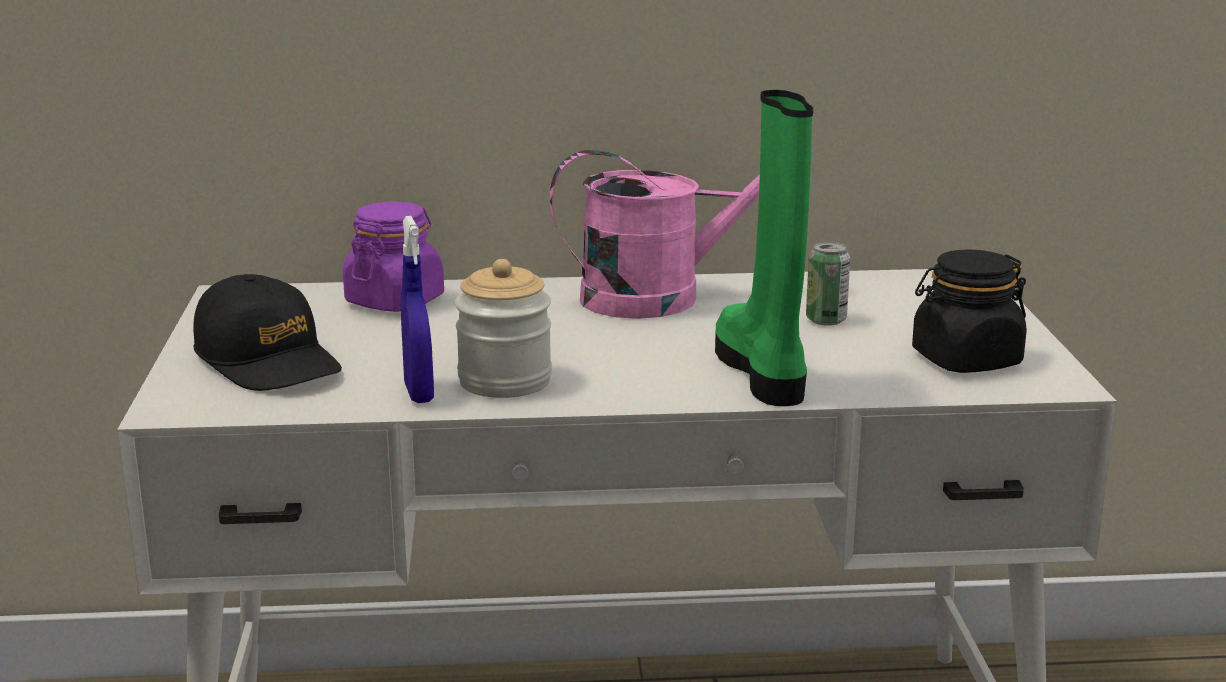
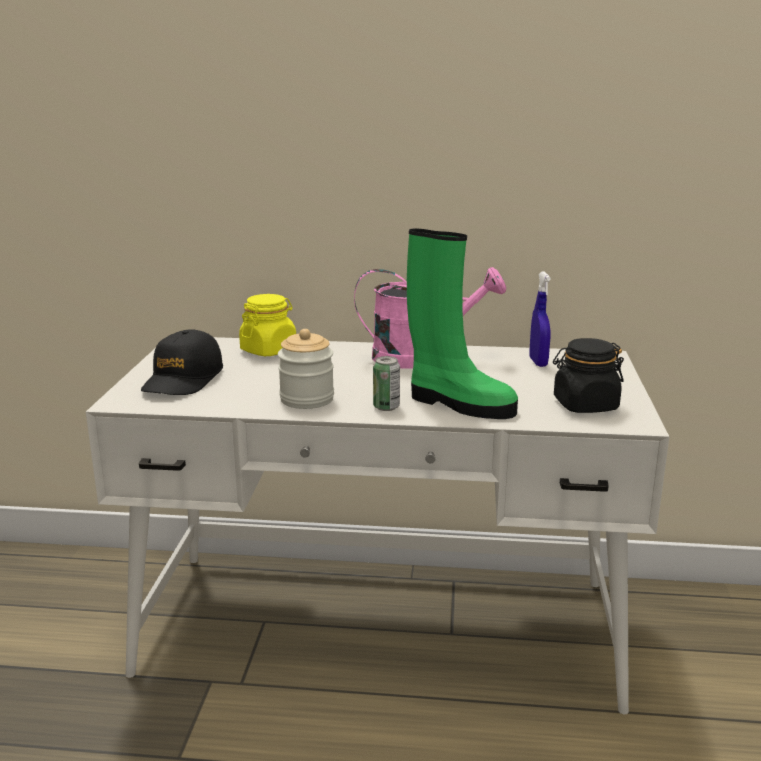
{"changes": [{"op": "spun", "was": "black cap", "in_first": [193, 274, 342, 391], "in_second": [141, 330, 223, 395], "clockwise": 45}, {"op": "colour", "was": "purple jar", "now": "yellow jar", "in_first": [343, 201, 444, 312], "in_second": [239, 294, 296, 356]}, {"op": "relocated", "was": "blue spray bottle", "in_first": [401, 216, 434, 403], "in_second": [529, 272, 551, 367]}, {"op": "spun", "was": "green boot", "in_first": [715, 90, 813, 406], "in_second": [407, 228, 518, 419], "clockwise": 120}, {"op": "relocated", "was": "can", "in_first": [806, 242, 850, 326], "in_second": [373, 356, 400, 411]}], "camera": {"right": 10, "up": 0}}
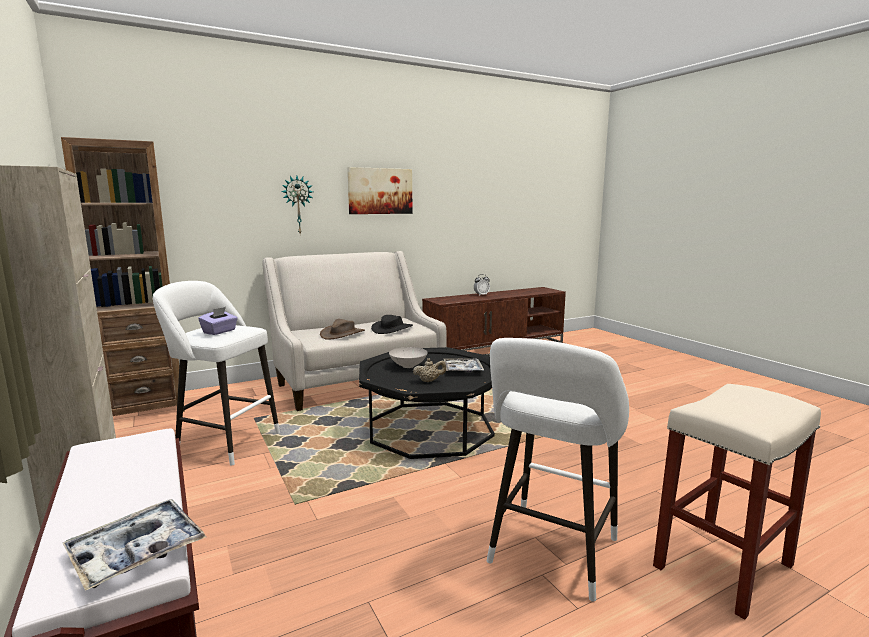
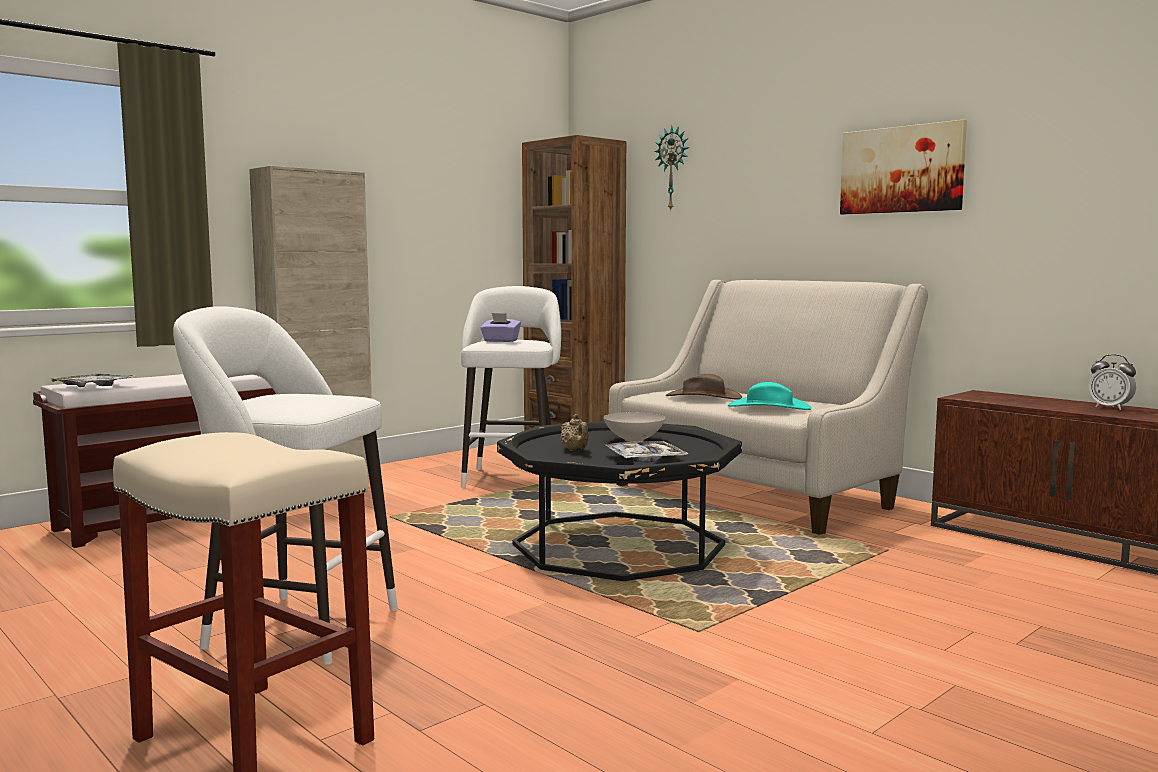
{"changes": [{"op": "relocated", "was": "wall clock", "in_first": [281, 176, 313, 233], "in_second": [654, 126, 689, 212]}, {"op": "colour", "was": "black hat", "now": "turquoise hat", "in_first": [371, 315, 413, 334], "in_second": [728, 382, 811, 410]}], "camera": {"right": 75, "up": -5}}
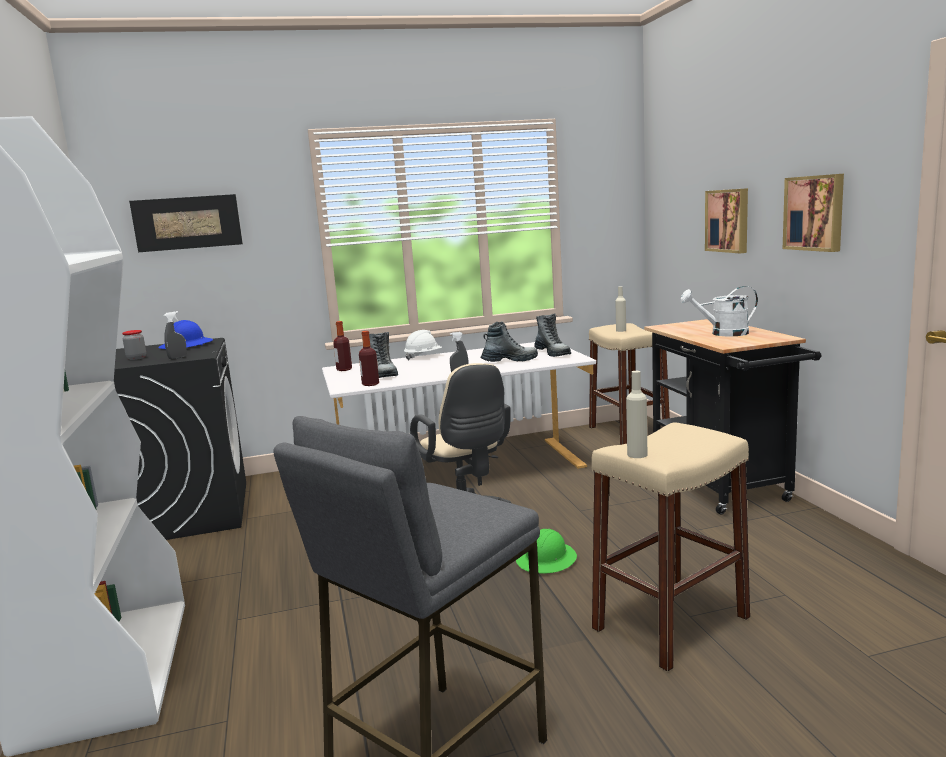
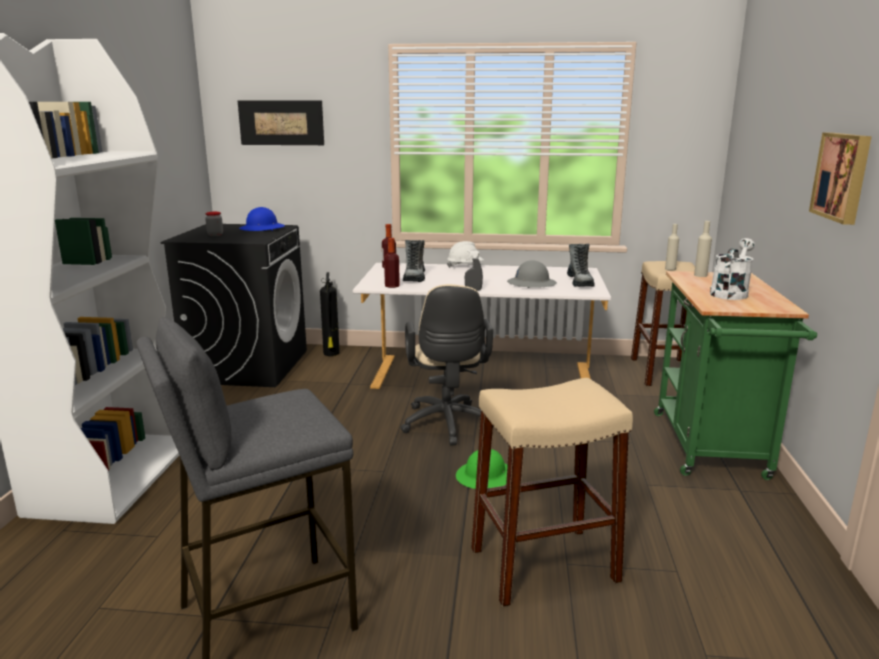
{"changes": [{"op": "missing", "was": "grey spray bottle", "in_first": [164, 311, 187, 360]}, {"op": "exchanged", "was": "boot", "now": "grey hard hat", "in_first": [480, 322, 538, 362], "in_second": [507, 260, 557, 288]}, {"op": "relocated", "was": "beige bottle", "in_first": [626, 371, 647, 458], "in_second": [694, 221, 712, 277]}, {"op": "colour", "was": "black cart", "now": "green cart", "in_first": [644, 319, 822, 514], "in_second": [654, 271, 817, 480]}, {"op": "spun", "was": "white watering can", "in_first": [681, 286, 758, 336], "in_second": [710, 238, 755, 300], "clockwise": 105}, {"op": "missing", "was": "picture", "in_first": [705, 188, 748, 253]}, {"op": "appeared", "now": "fire extinguisher", "in_second": [320, 272, 340, 356]}], "camera": {"right": 20, "up": 5}}
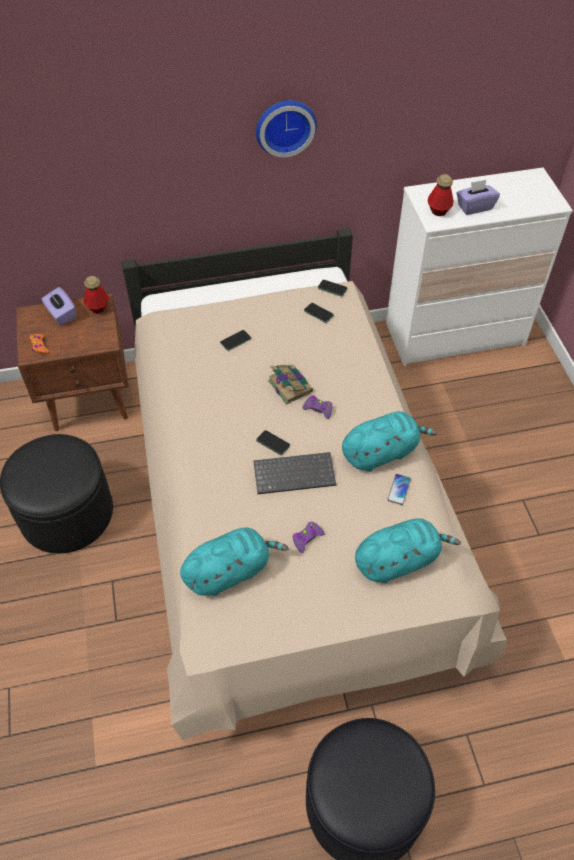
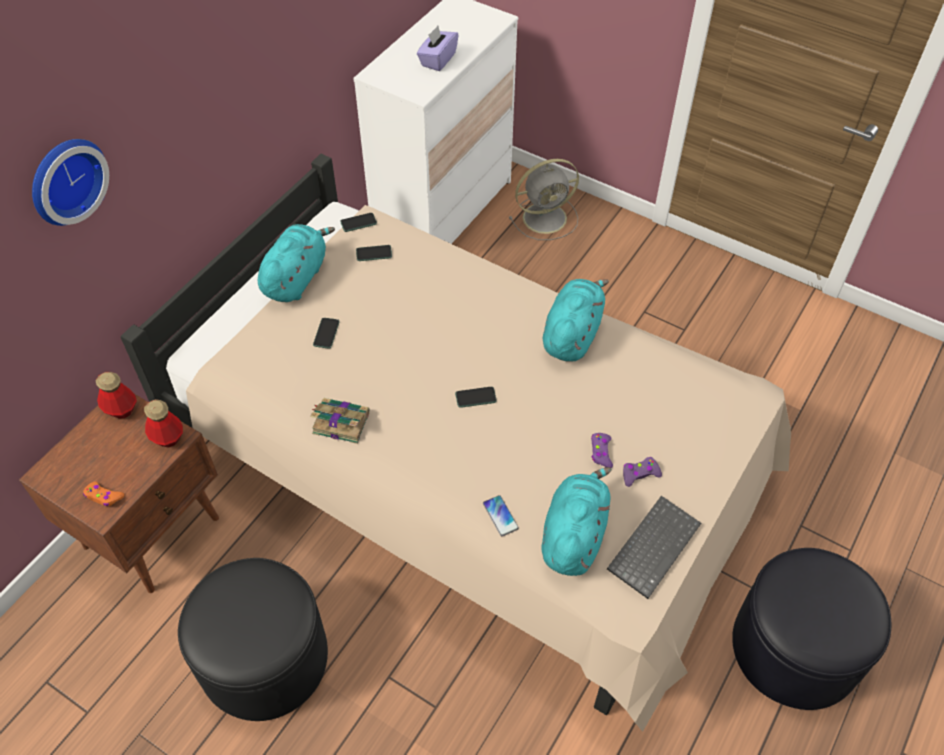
{"changes": [{"op": "missing", "was": "purple tissue box", "in_first": [42, 287, 76, 325]}, {"op": "relocated", "was": "keyboard", "in_first": [253, 452, 336, 494], "in_second": [607, 496, 701, 599]}, {"op": "relocated", "was": "wall clock", "in_first": [256, 100, 317, 157], "in_second": [32, 139, 109, 226]}, {"op": "relocated", "was": "book", "in_first": [268, 364, 313, 405], "in_second": [310, 398, 369, 444]}, {"op": "relocated", "was": "purple game controller", "in_first": [303, 395, 333, 419], "in_second": [623, 457, 662, 487]}, {"op": "relocated", "was": "turquoise plush toy", "in_first": [355, 518, 461, 583], "in_second": [258, 224, 335, 302]}, {"op": "relocated", "was": "phone", "in_first": [387, 474, 411, 505], "in_second": [483, 495, 519, 536]}, {"op": "relocated", "was": "bottle", "in_first": [428, 174, 454, 216], "in_second": [144, 399, 183, 448]}, {"op": "appeared", "now": "grey fan", "in_second": [509, 159, 579, 240]}], "camera": {"right": -45, "up": 0}}
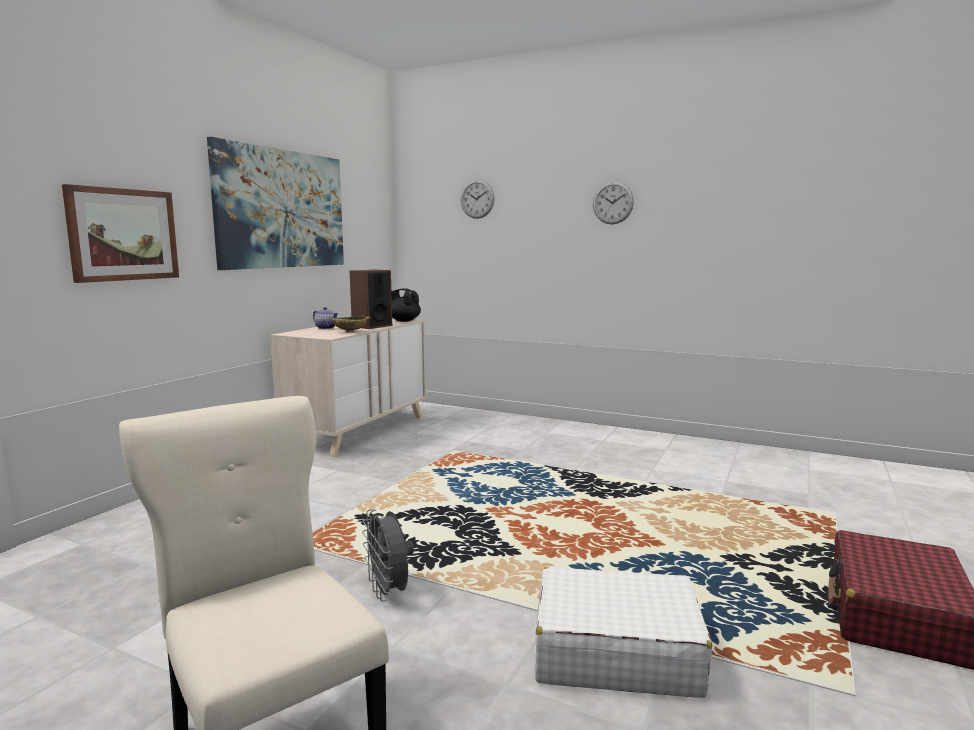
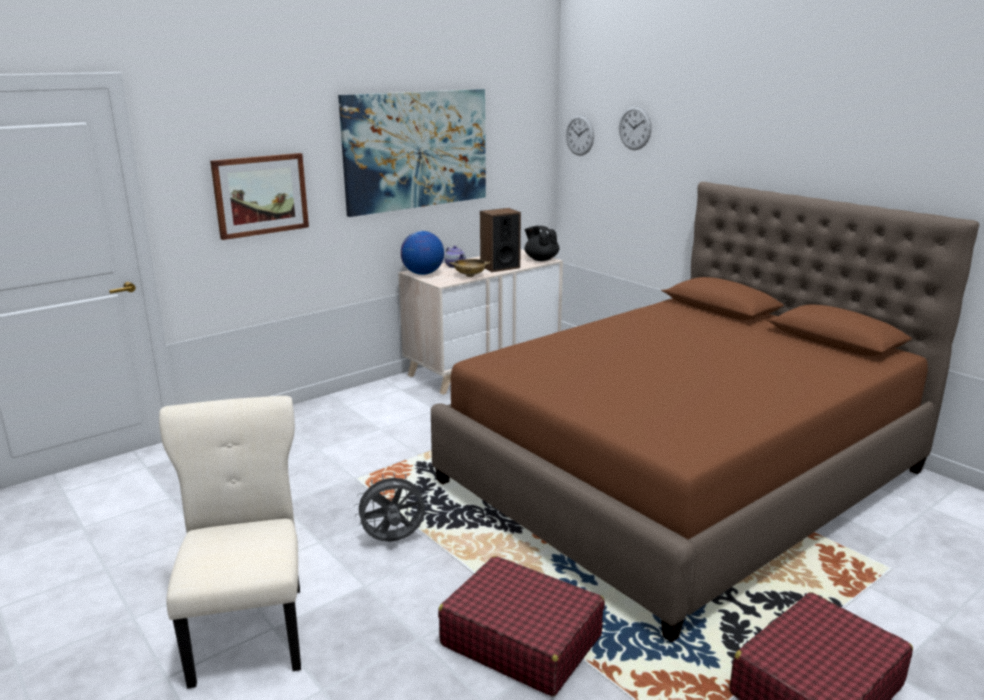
{"changes": [{"op": "spun", "was": "grey fan", "in_first": [362, 509, 414, 602], "in_second": [354, 472, 427, 542], "clockwise": 75}, {"op": "colour", "was": "white suitcase", "now": "red suitcase", "in_first": [535, 567, 712, 698], "in_second": [438, 556, 605, 696]}, {"op": "relocated", "was": "wall clock", "in_first": [593, 181, 634, 224], "in_second": [566, 115, 594, 156]}, {"op": "appeared", "now": "globe", "in_second": [401, 231, 444, 275]}, {"op": "appeared", "now": "brown bed", "in_second": [431, 182, 979, 643]}], "camera": {"right": 25, "up": 10}}
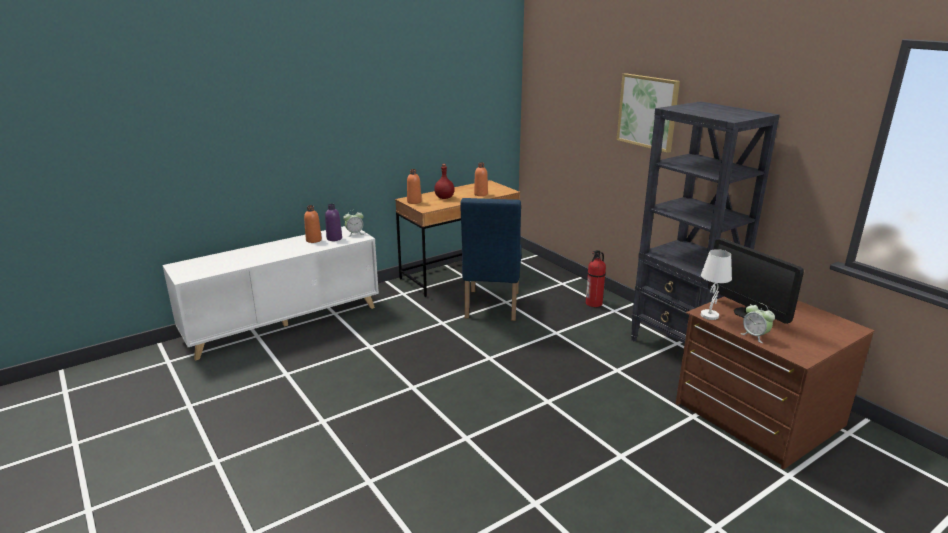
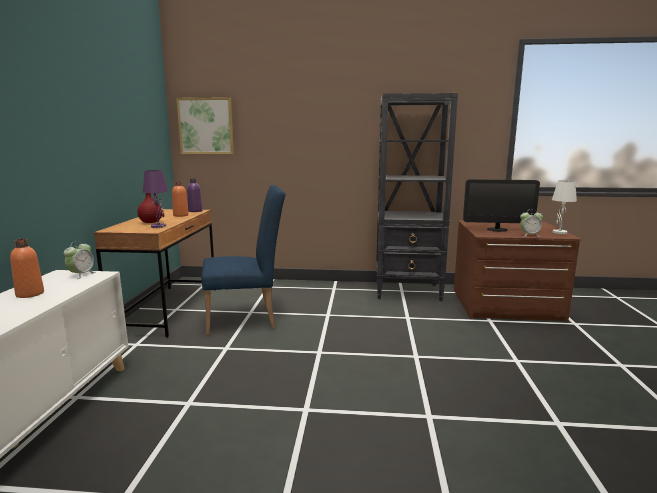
{"changes": [{"op": "relocated", "was": "purple bottle", "in_first": [325, 204, 342, 241], "in_second": [187, 179, 202, 212]}, {"op": "missing", "was": "orange bottle", "in_first": [407, 169, 421, 204]}, {"op": "spun", "was": "blue chair", "in_first": [460, 198, 522, 321], "in_second": [202, 185, 286, 335], "clockwise": -60}, {"op": "missing", "was": "fire extinguisher", "in_first": [586, 250, 606, 307]}, {"op": "relocated", "was": "picture", "in_first": [617, 73, 680, 153], "in_second": [176, 97, 234, 154]}, {"op": "relocated", "was": "white table lamp", "in_first": [701, 249, 732, 320], "in_second": [552, 180, 577, 234]}, {"op": "appeared", "now": "purple table lamp", "in_second": [143, 170, 168, 228]}], "camera": {"right": -50, "up": -10}}
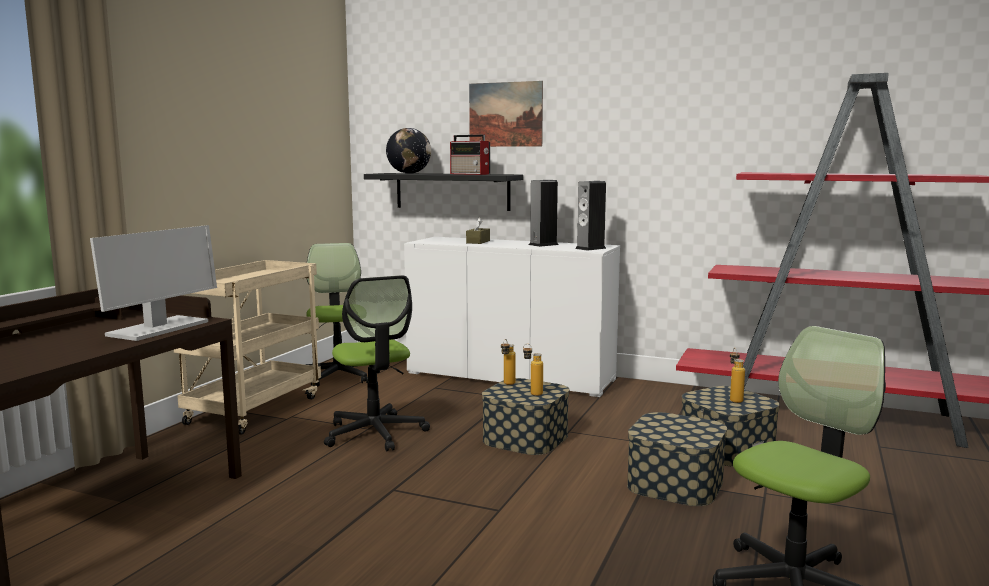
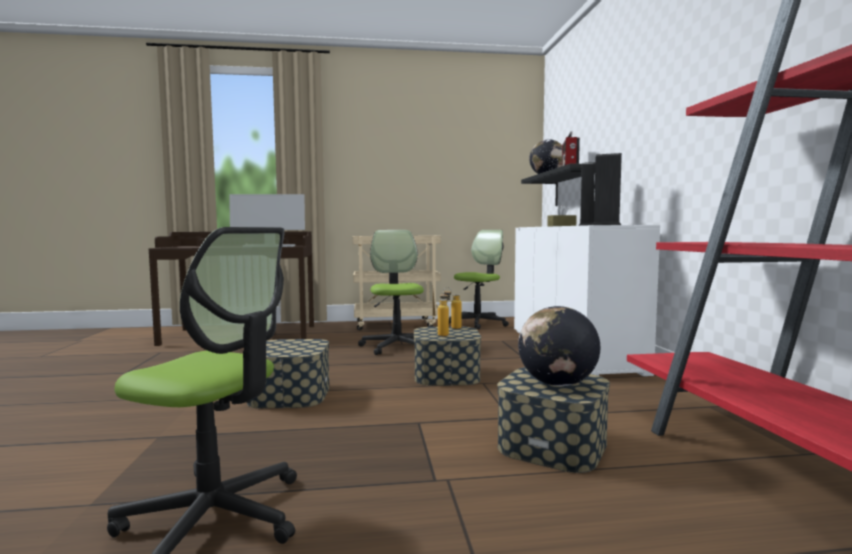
{"changes": [{"op": "spun", "was": "office chair", "in_first": [324, 275, 430, 451], "in_second": [358, 230, 424, 355], "clockwise": 135}, {"op": "missing", "was": "picture", "in_first": [469, 81, 543, 147]}, {"op": "relocated", "was": "storage box", "in_first": [627, 412, 727, 506], "in_second": [247, 339, 330, 409]}, {"op": "exchanged", "was": "bottle", "now": "globe", "in_first": [730, 348, 745, 403], "in_second": [518, 306, 600, 386]}], "camera": {"right": 60, "up": -5}}
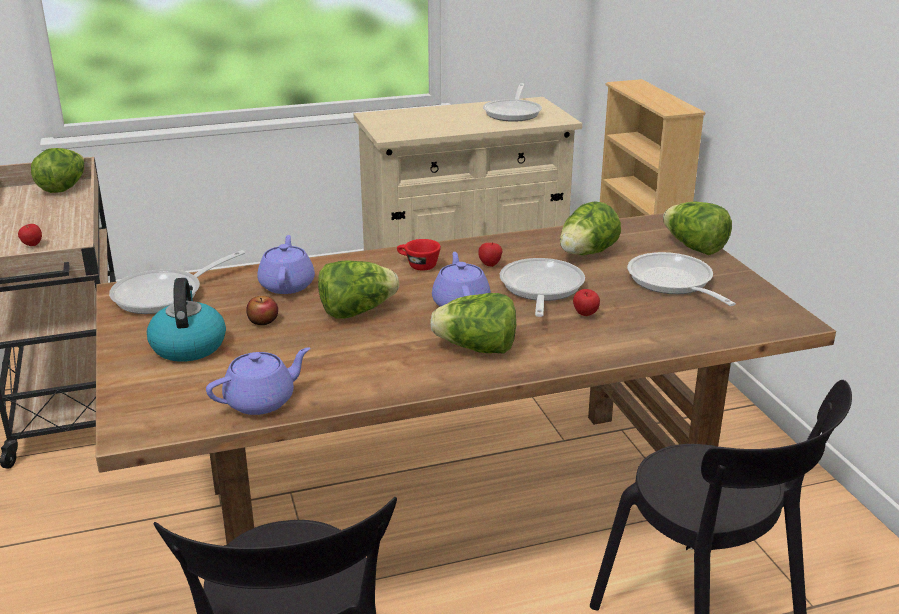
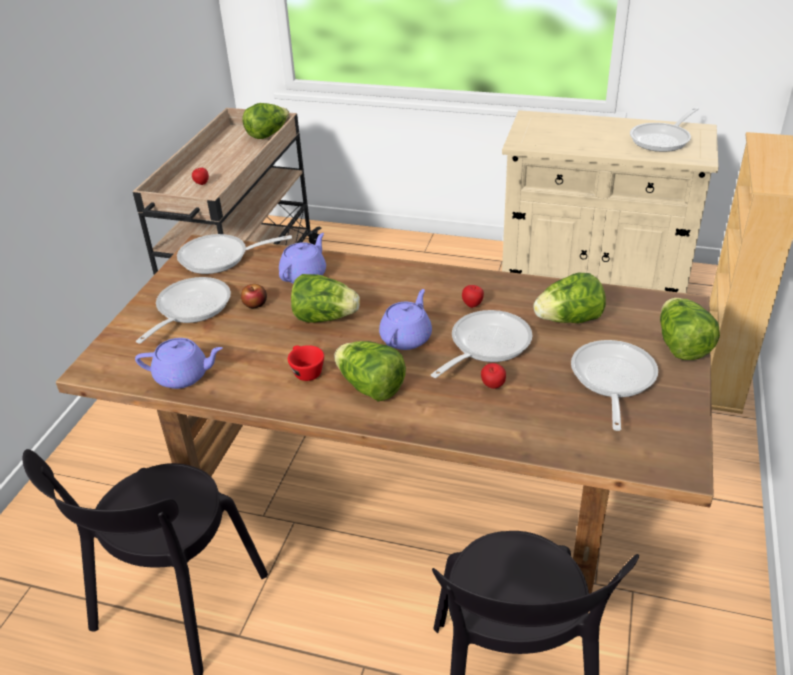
{"changes": [{"op": "exchanged", "was": "kettle", "now": "frying pan", "in_first": [147, 278, 226, 362], "in_second": [136, 277, 231, 344]}, {"op": "relocated", "was": "red cup", "in_first": [397, 239, 441, 271], "in_second": [288, 345, 324, 381]}], "camera": {"right": 35, "up": 10}}
